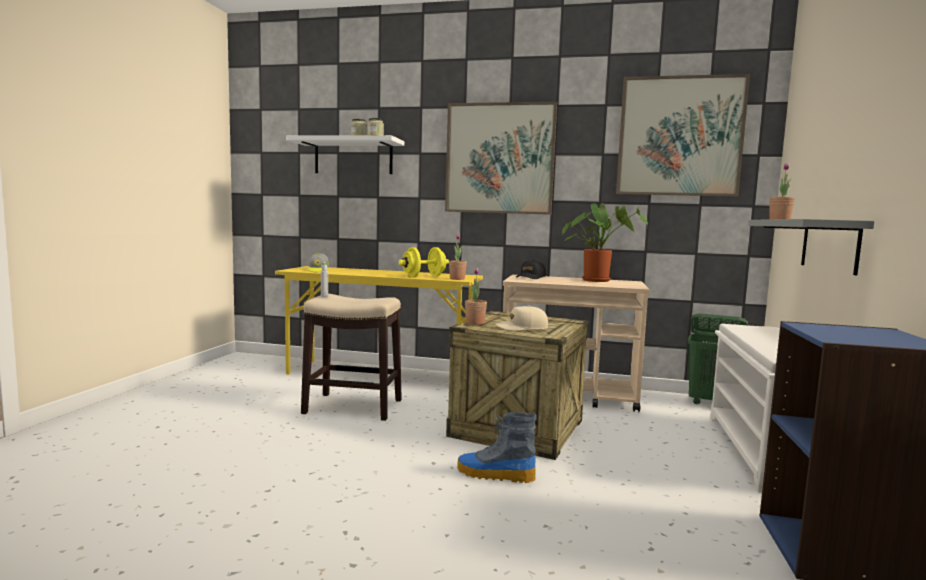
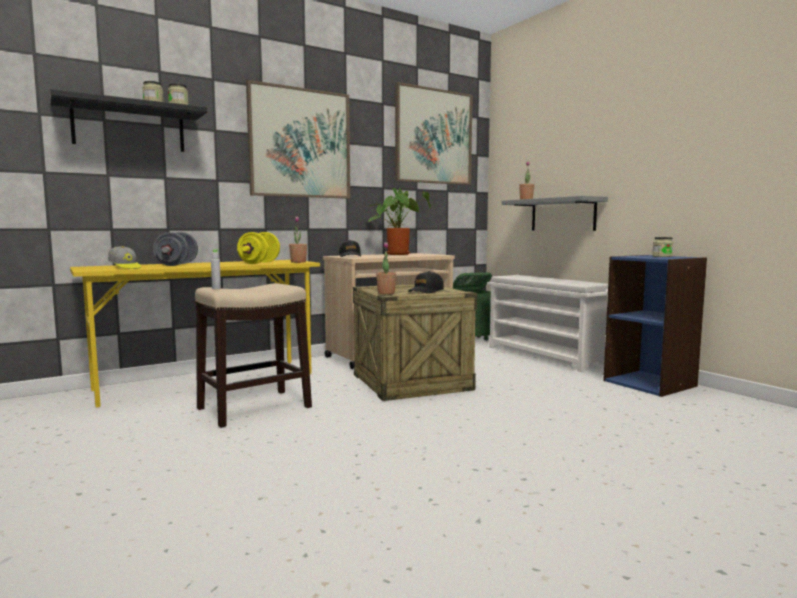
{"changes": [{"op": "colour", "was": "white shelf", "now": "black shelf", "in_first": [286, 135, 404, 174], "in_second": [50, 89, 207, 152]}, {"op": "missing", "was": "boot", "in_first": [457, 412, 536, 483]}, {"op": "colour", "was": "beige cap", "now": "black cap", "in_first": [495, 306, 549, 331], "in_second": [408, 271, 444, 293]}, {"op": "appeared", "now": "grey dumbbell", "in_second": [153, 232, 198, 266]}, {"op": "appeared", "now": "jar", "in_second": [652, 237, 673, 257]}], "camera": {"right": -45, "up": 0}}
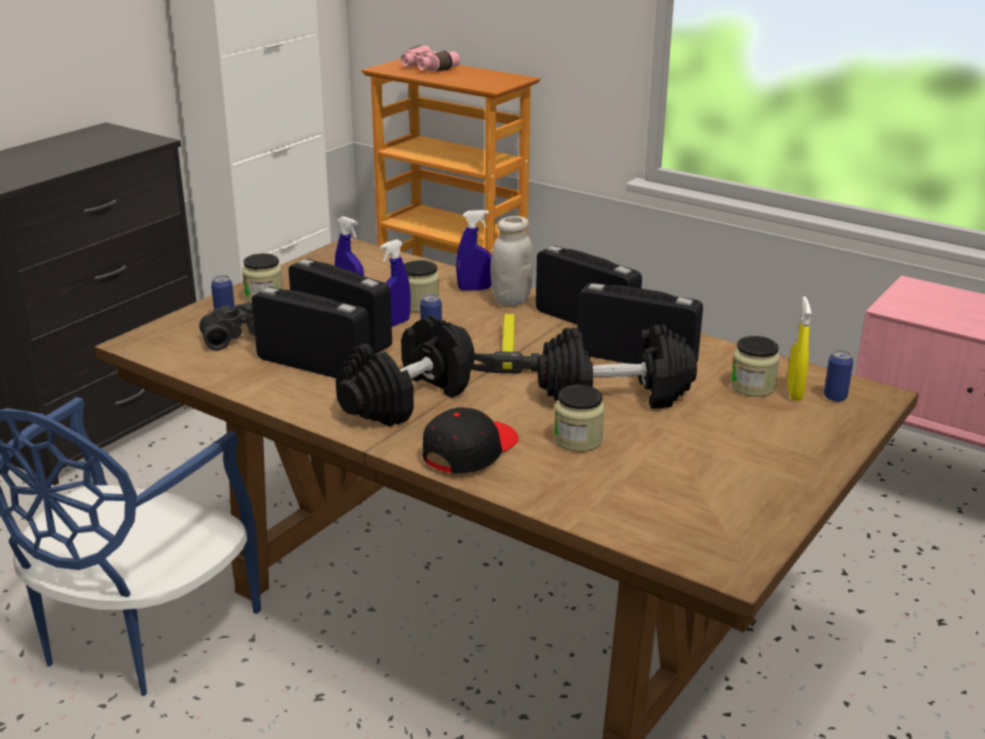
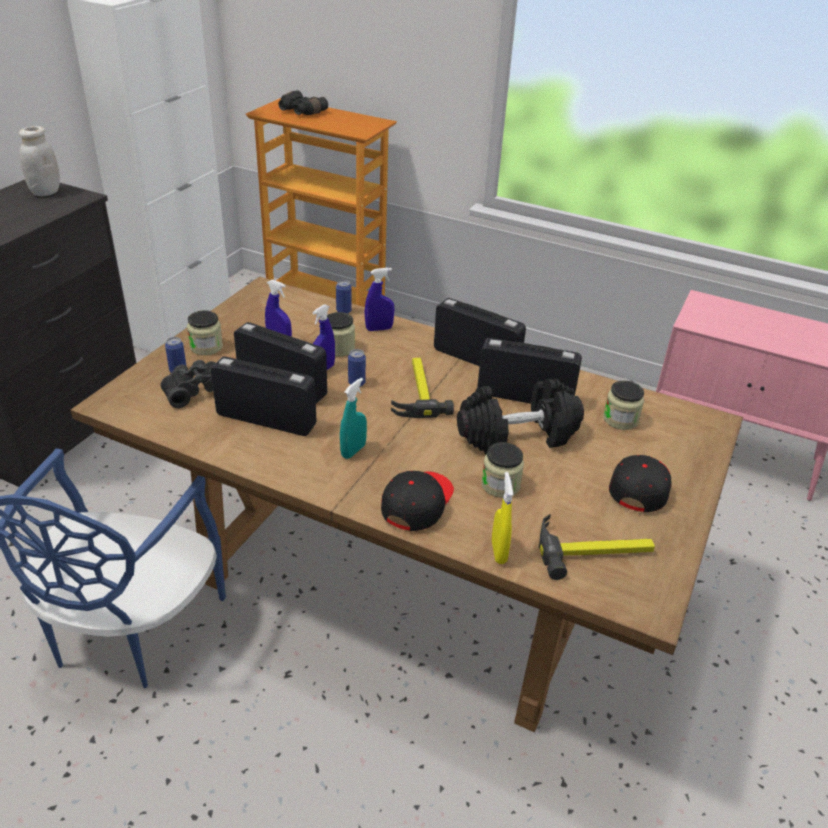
{"changes": [{"op": "exchanged", "was": "black dumbbell", "now": "turquoise spray bottle", "in_first": [336, 315, 474, 427], "in_second": [340, 378, 367, 459]}, {"op": "colour", "was": "pink binoculars", "now": "black binoculars", "in_first": [401, 46, 460, 71], "in_second": [279, 90, 328, 115]}, {"op": "relocated", "was": "white jar", "in_first": [490, 216, 534, 306], "in_second": [19, 126, 60, 196]}, {"op": "relocated", "was": "yellow spray bottle", "in_first": [787, 297, 811, 401], "in_second": [492, 472, 513, 564]}, {"op": "relocated", "was": "can", "in_first": [824, 350, 853, 402], "in_second": [336, 280, 352, 314]}, {"op": "appeared", "now": "hammer", "in_second": [539, 514, 655, 580]}, {"op": "appeared", "now": "black cap", "in_second": [609, 455, 671, 512]}], "camera": {"right": -10, "up": 10}}
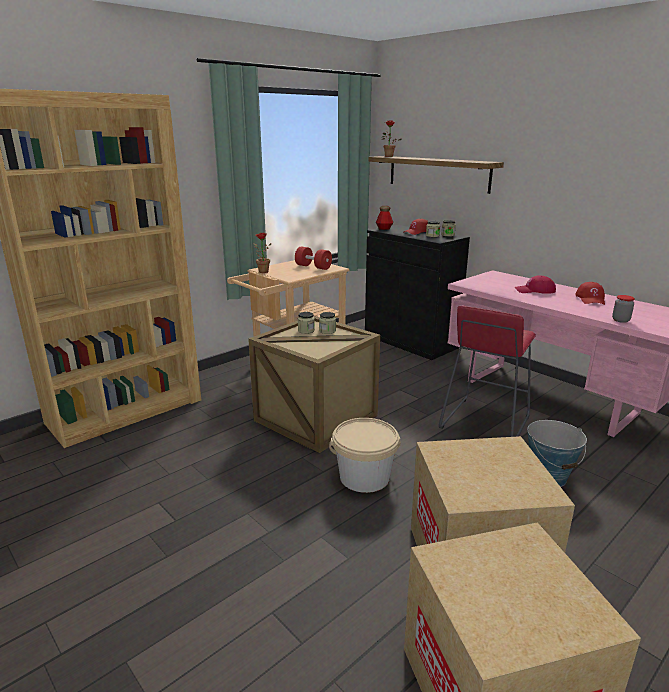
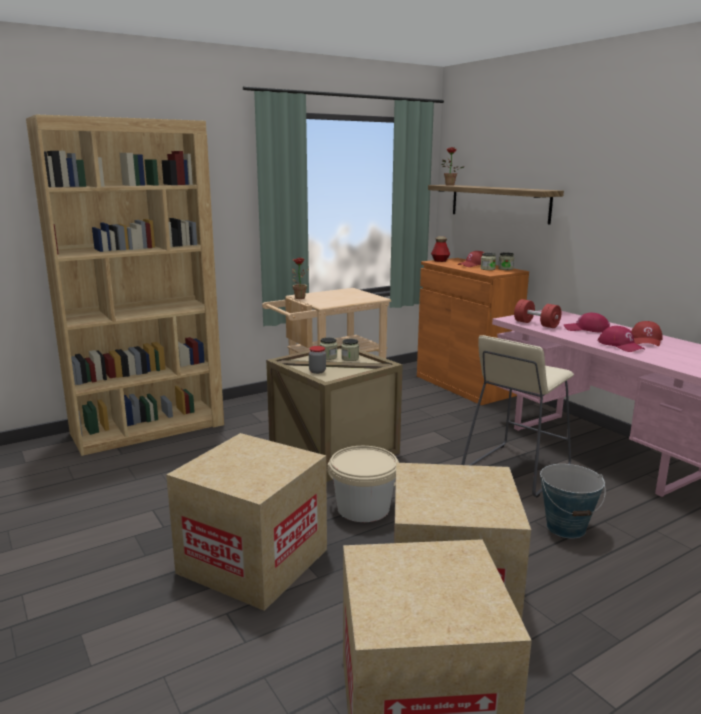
{"changes": [{"op": "relocated", "was": "red dumbbell", "in_first": [295, 246, 332, 270], "in_second": [514, 299, 561, 328]}, {"op": "colour", "was": "black cabinet", "now": "orange cabinet", "in_first": [365, 225, 470, 360], "in_second": [417, 258, 529, 405]}, {"op": "colour", "was": "red stool", "now": "beige stool", "in_first": [439, 305, 536, 437], "in_second": [461, 335, 574, 498]}, {"op": "relocated", "was": "jar", "in_first": [612, 295, 635, 323], "in_second": [309, 346, 326, 374]}, {"op": "appeared", "now": "cardboard box", "in_second": [166, 433, 327, 611]}, {"op": "appeared", "now": "red cap", "in_second": [598, 326, 645, 352]}], "camera": {"right": 10, "up": -5}}
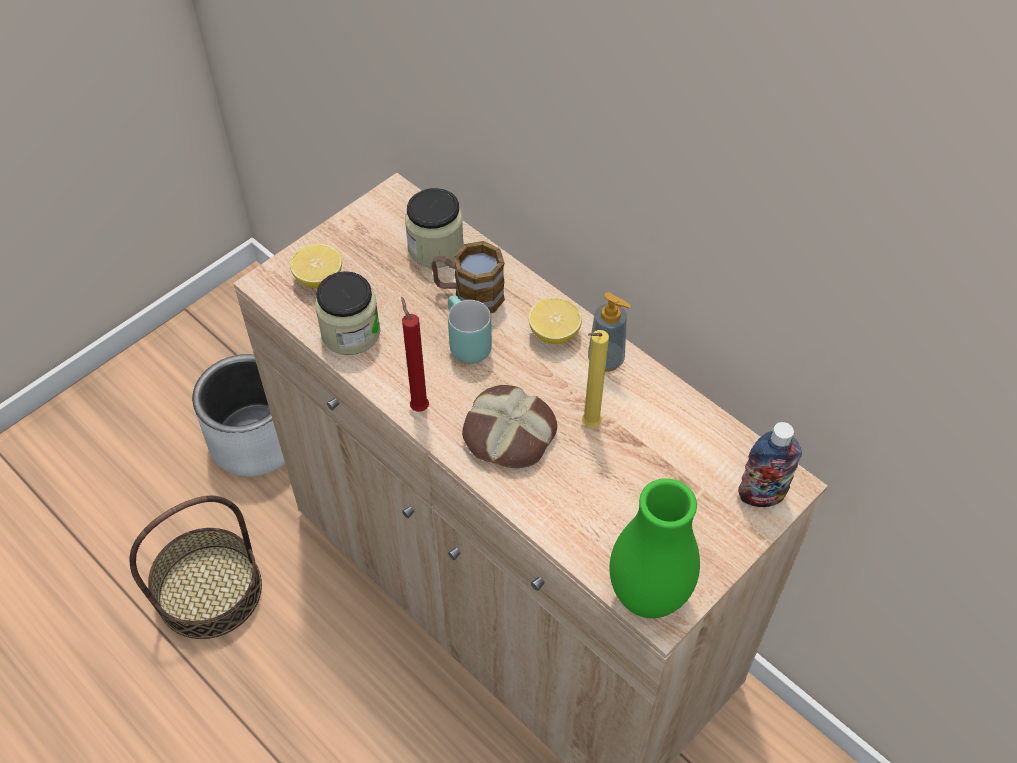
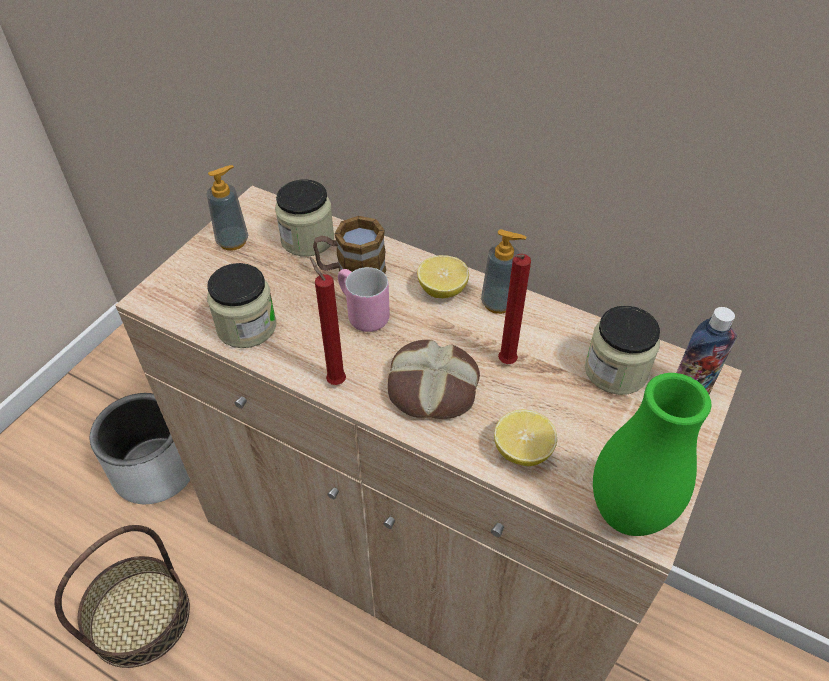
{"changes": [{"op": "relocated", "was": "lemon", "in_first": [290, 243, 342, 288], "in_second": [494, 409, 557, 466]}, {"op": "colour", "was": "turquoise mug", "now": "pink mug", "in_first": [448, 295, 492, 364], "in_second": [338, 267, 390, 332]}, {"op": "colour", "was": "yellow candle", "now": "red candle", "in_first": [582, 330, 609, 427], "in_second": [498, 254, 531, 364]}, {"op": "appeared", "now": "soap dispenser", "in_second": [206, 165, 248, 250]}, {"op": "appeared", "now": "jar", "in_second": [585, 306, 660, 395]}], "camera": {"right": -15, "up": -5}}
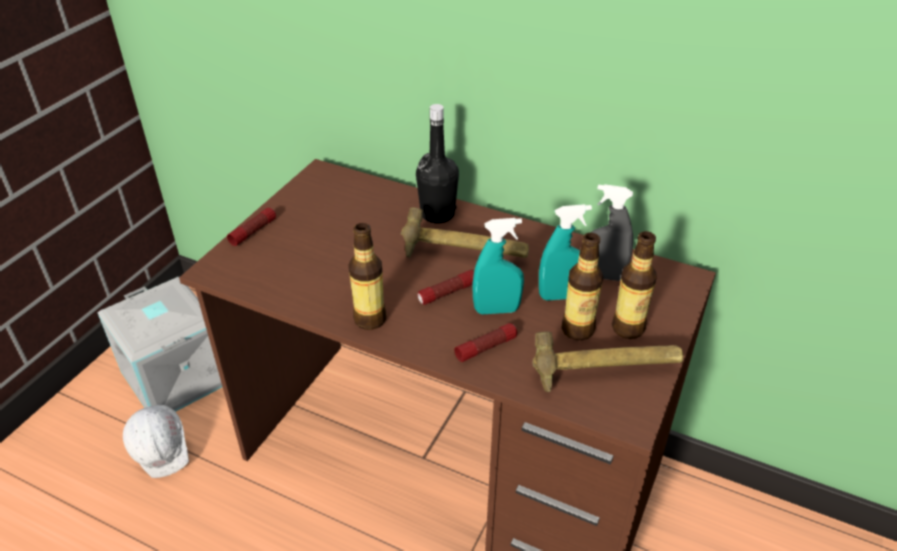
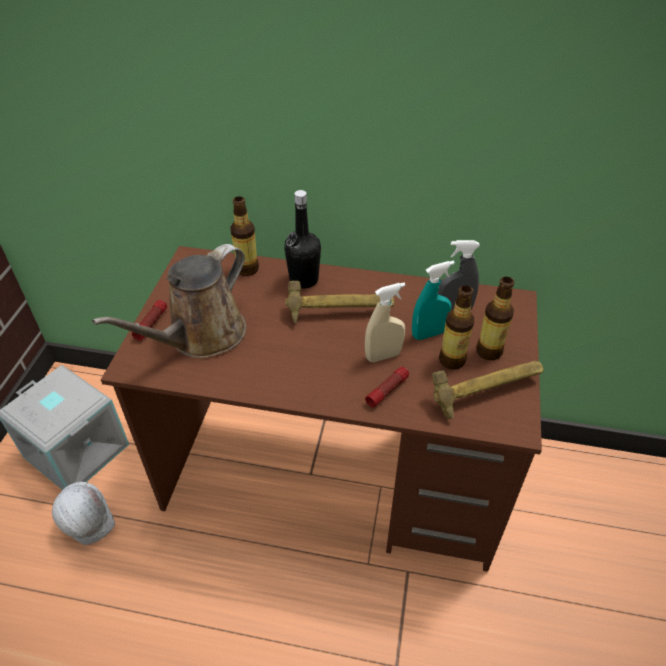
{"changes": [{"op": "relocated", "was": "bottle", "in_first": [348, 223, 386, 330], "in_second": [230, 196, 259, 276]}, {"op": "missing", "was": "flashlight", "in_first": [417, 270, 474, 305]}, {"op": "colour", "was": "turquoise spray bottle", "now": "beige spray bottle", "in_first": [472, 218, 524, 314], "in_second": [365, 283, 405, 362]}, {"op": "appeared", "now": "brown watering can", "in_second": [92, 244, 246, 358]}], "camera": {"right": -15, "up": 5}}
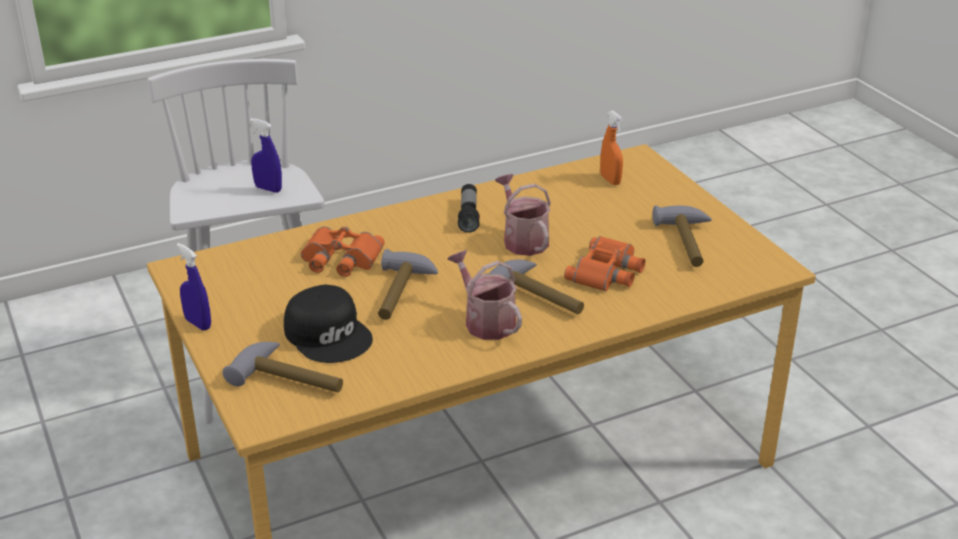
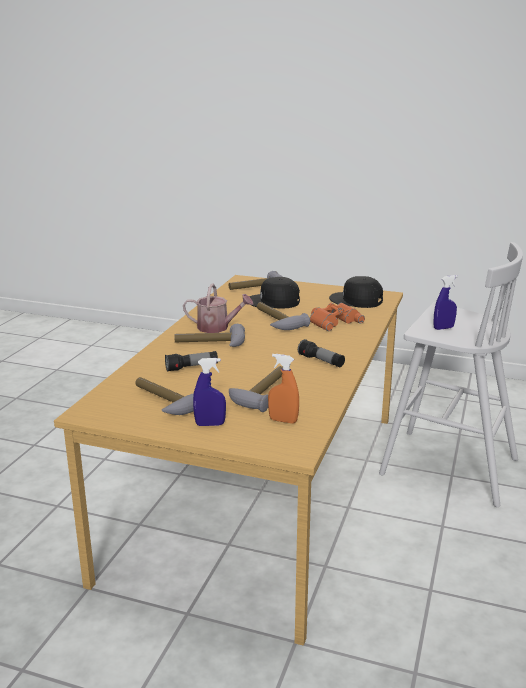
{"changes": [{"op": "relocated", "was": "blue spray bottle", "in_first": [177, 243, 211, 331], "in_second": [193, 358, 226, 426]}, {"op": "missing", "was": "watering can", "in_first": [495, 174, 551, 256]}, {"op": "exchanged", "was": "orange binoculars", "now": "flashlight", "in_first": [564, 236, 646, 291], "in_second": [165, 351, 218, 372]}, {"op": "appeared", "now": "hammer", "in_second": [229, 366, 283, 412]}, {"op": "appeared", "now": "black cap", "in_second": [329, 276, 383, 308]}], "camera": {"right": 135, "up": -10}}
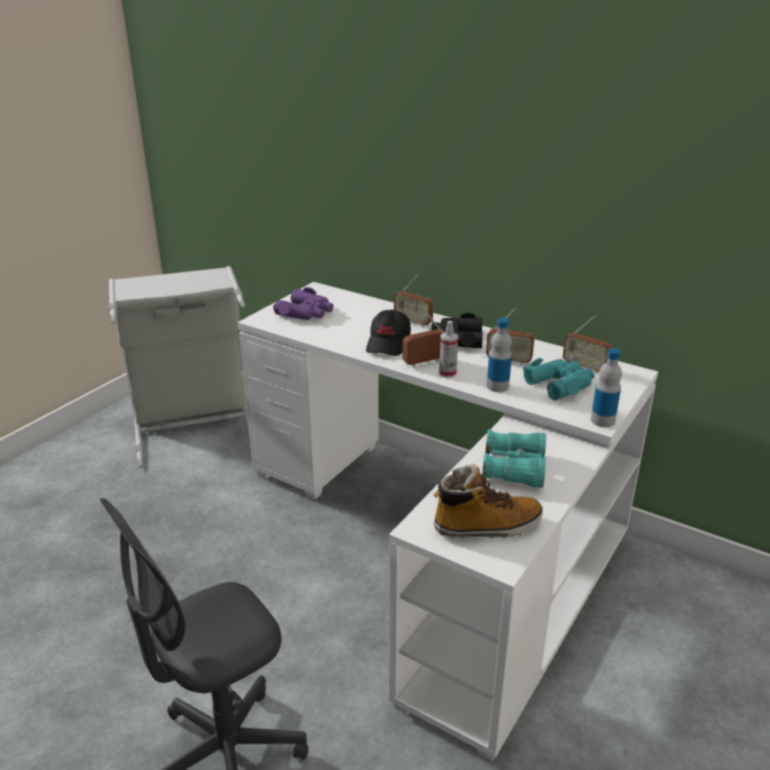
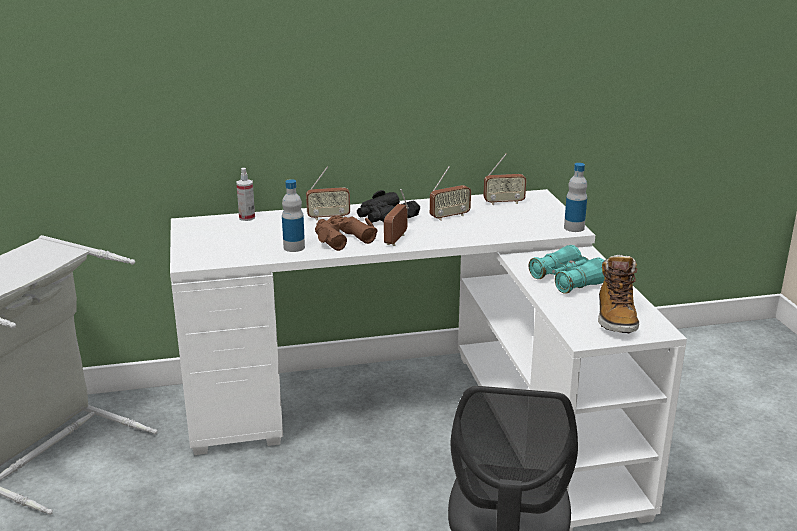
{"changes": [{"op": "missing", "was": "purple binoculars", "in_first": [273, 287, 333, 320]}, {"op": "exchanged", "was": "black cap", "now": "brown binoculars", "in_first": [366, 309, 411, 356], "in_second": [315, 215, 377, 251]}, {"op": "spun", "was": "boot", "in_first": [433, 464, 543, 538], "in_second": [598, 255, 639, 333], "clockwise": 150}, {"op": "relocated", "was": "spray bottle", "in_first": [439, 321, 458, 378], "in_second": [236, 168, 255, 221]}, {"op": "relocated", "was": "bottle", "in_first": [487, 318, 512, 392], "in_second": [282, 179, 305, 252]}, {"op": "missing", "was": "turquoise binoculars", "in_first": [523, 358, 595, 400]}], "camera": {"right": -45, "up": -5}}
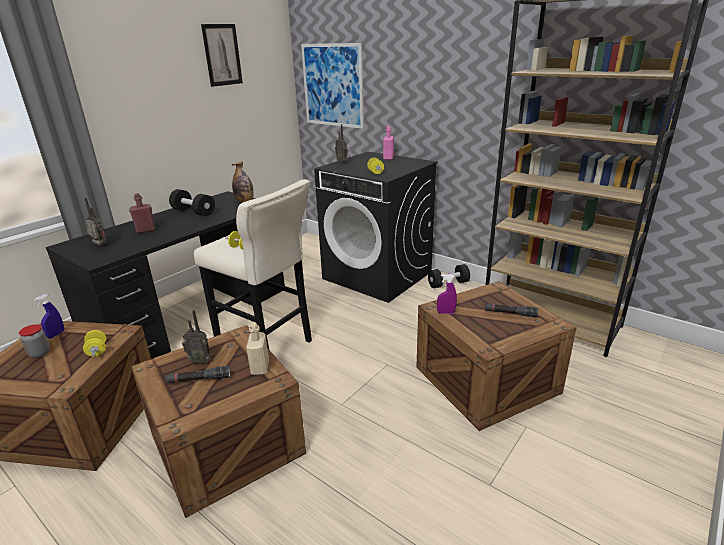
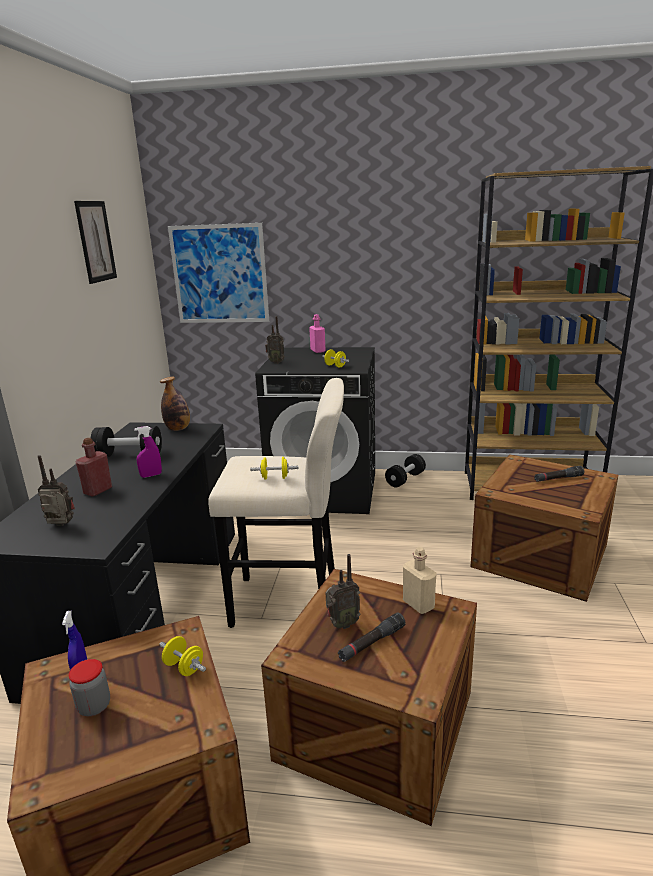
{"changes": [{"op": "relocated", "was": "purple spray bottle", "in_first": [437, 274, 457, 314], "in_second": [134, 426, 162, 478]}], "camera": {"right": -30, "up": -5}}
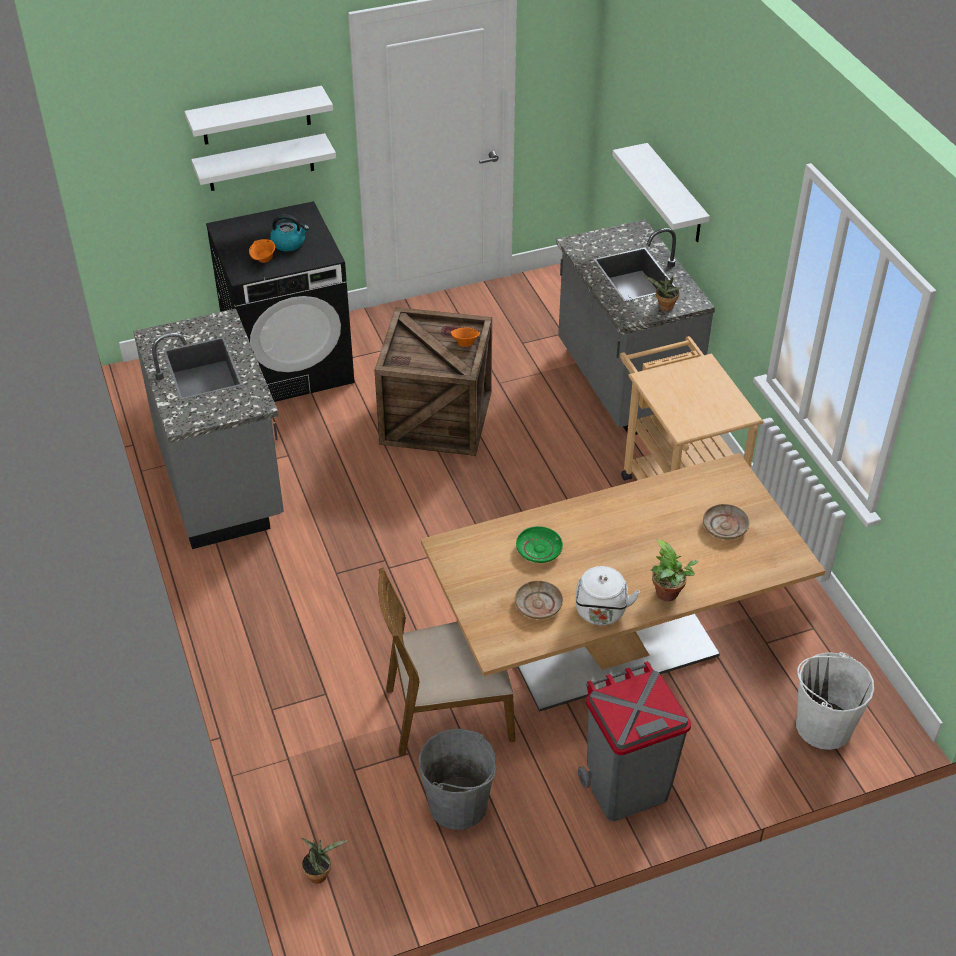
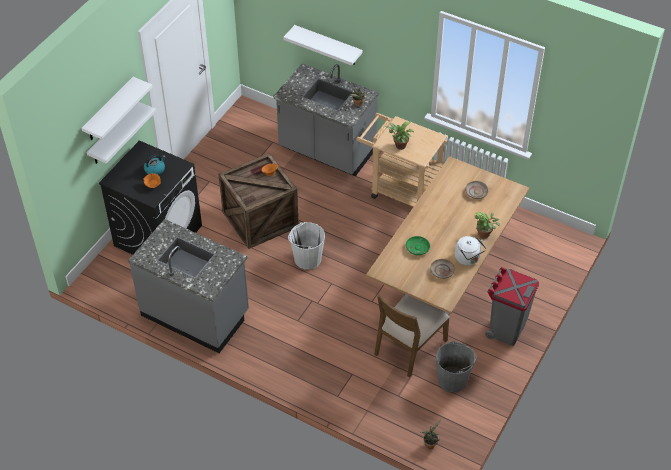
{"changes": [{"op": "relocated", "was": "white bucket", "in_first": [796, 652, 874, 750], "in_second": [288, 222, 325, 270]}, {"op": "appeared", "now": "potted plant", "in_second": [385, 122, 414, 150]}], "camera": {"right": -40, "up": 5}}
